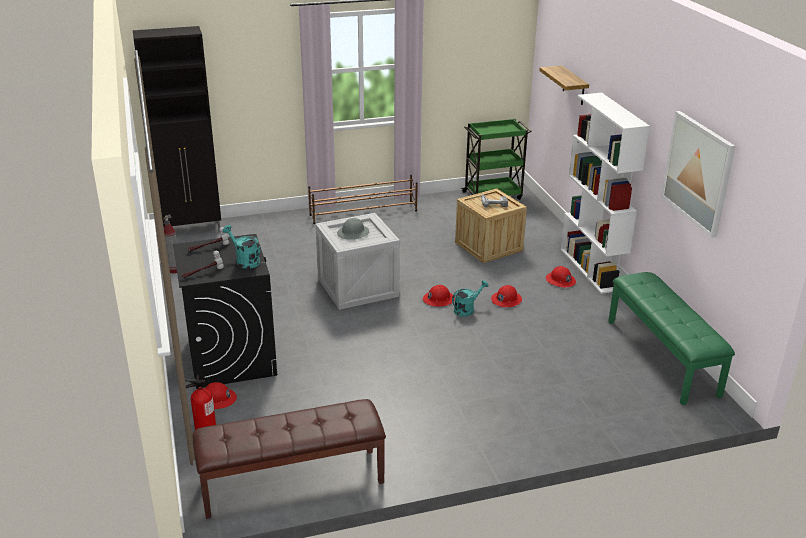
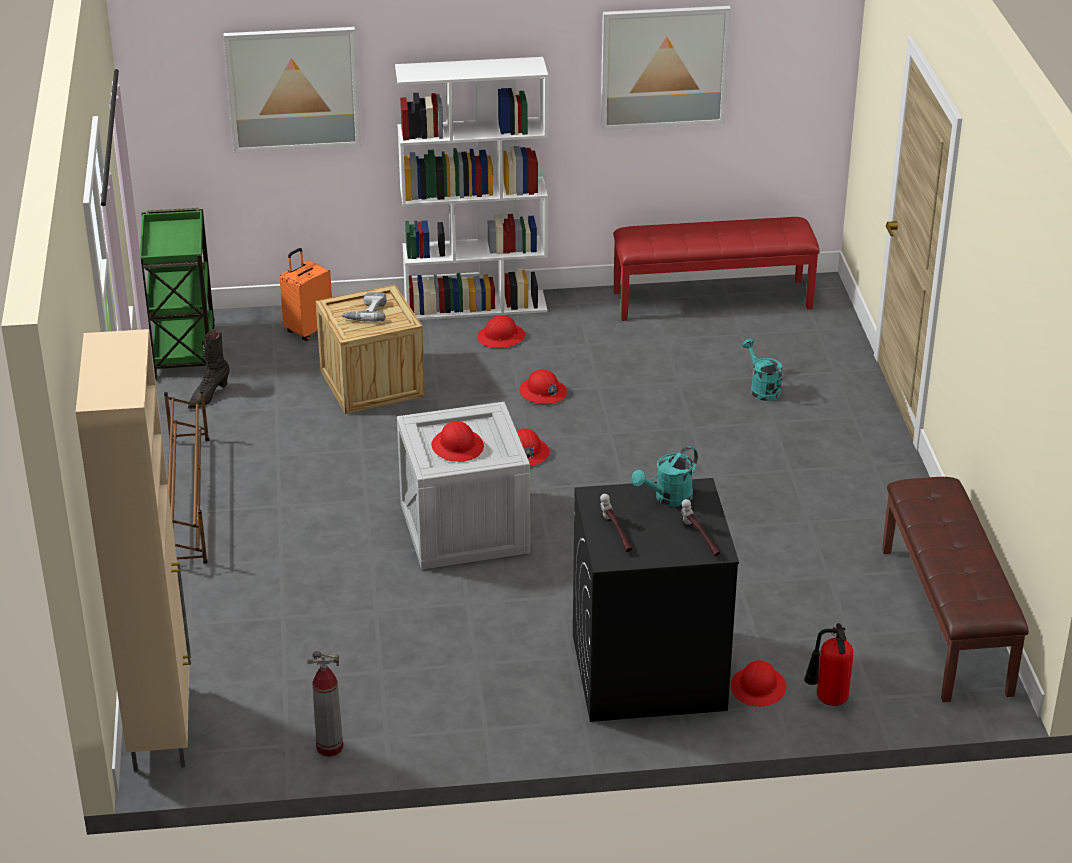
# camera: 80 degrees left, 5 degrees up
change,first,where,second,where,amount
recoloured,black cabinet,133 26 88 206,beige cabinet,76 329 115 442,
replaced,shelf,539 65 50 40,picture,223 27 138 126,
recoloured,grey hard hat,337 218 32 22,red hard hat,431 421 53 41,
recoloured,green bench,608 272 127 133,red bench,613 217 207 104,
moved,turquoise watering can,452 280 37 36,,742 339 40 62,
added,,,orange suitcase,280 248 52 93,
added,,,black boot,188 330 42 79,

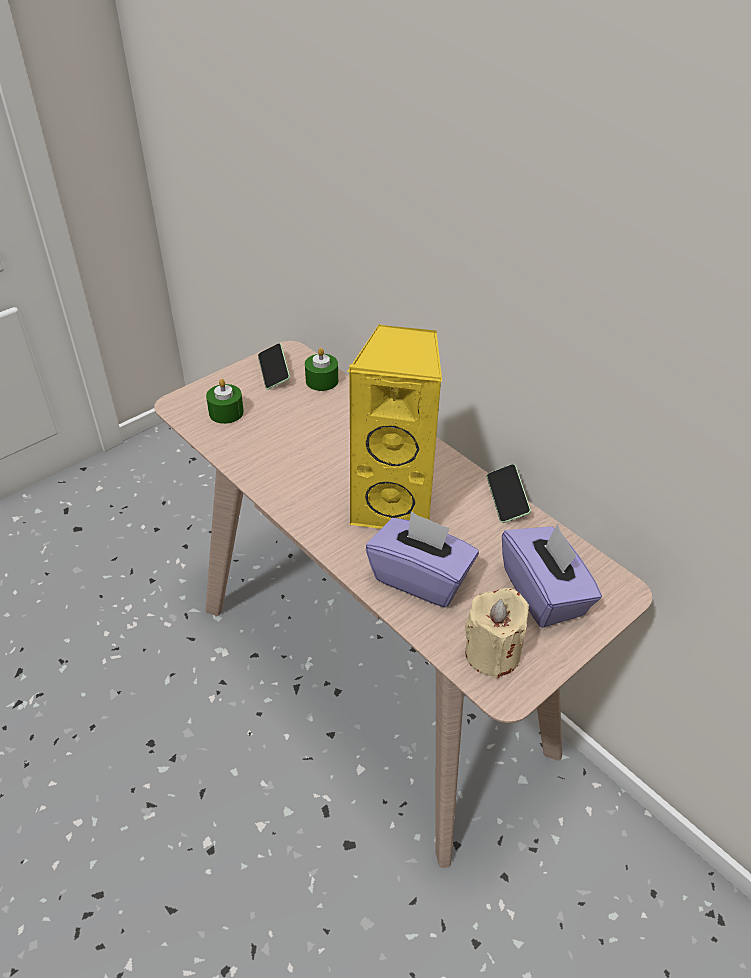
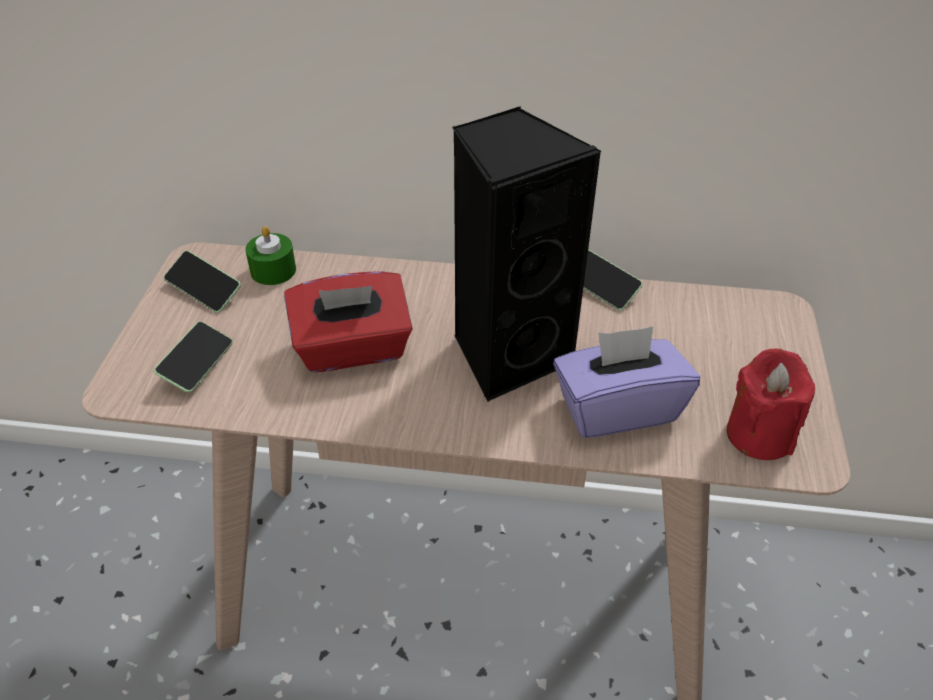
# camera: 40 degrees left, 0 degrees up
change,first,where,second,where,amount
recoloured,yellow speaker,347 324 95 205,black speaker,452 106 150 295,
replaced,green candle,206 379 38 45,phone,154 321 79 72,
removed,purple tissue box,502 524 100 104,,,
recoloured,beige candle,465 588 64 91,red candle,727 349 88 111,
added,,,red tissue box,284 271 129 102,

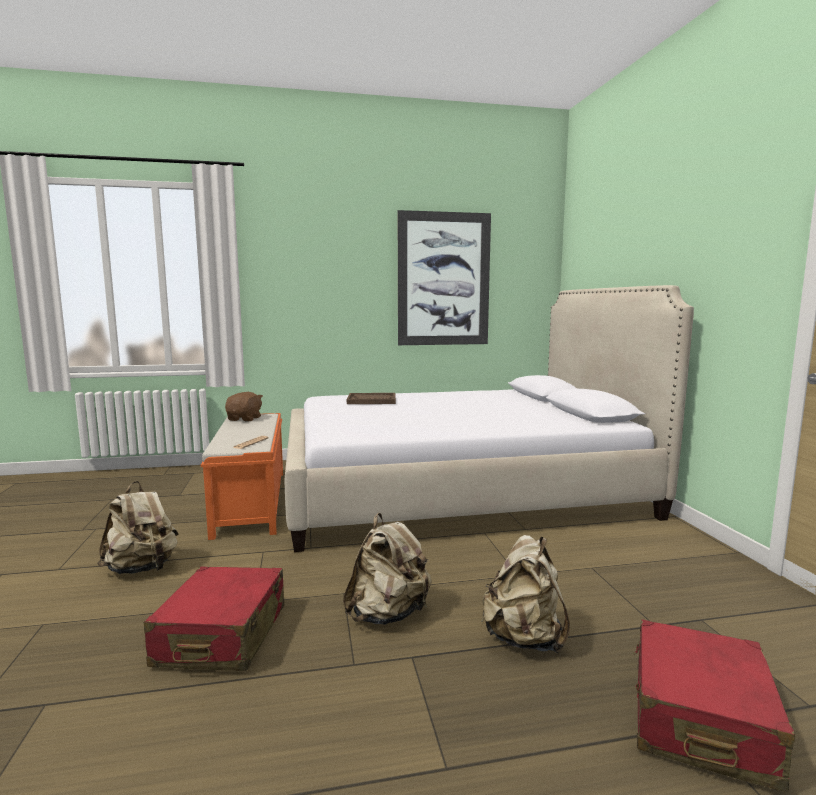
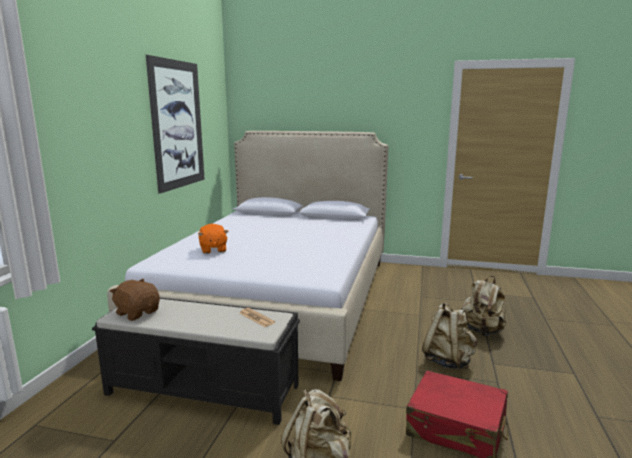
# camera: 65 degrees left, 5 degrees up
change,first,where,second,where,amount
replaced,brown tray,347 393 49 11,orange plush toy,198 224 30 30,
recoloured,orange bench,201 413 82 127,black bench,92 298 208 127,
removed,red suitcase,634 619 161 174,,,

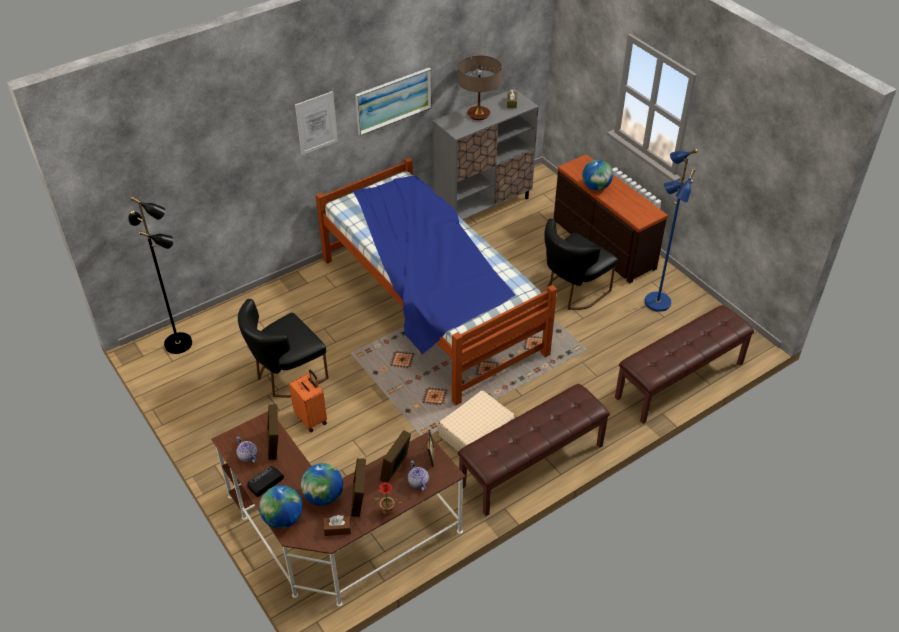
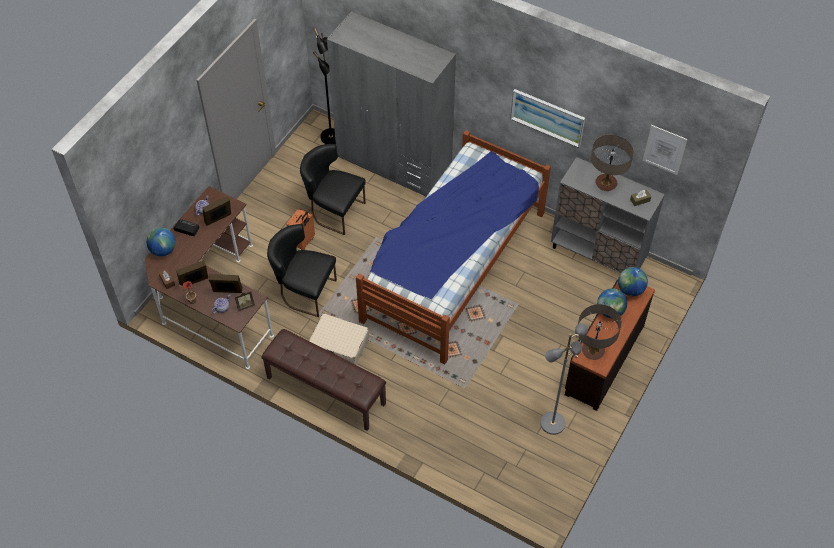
# camera: 65 degrees right, 10 degrees up
change,first,where,second,where,amount
moved,picture,295 91 43 64,,643 125 44 50,
recoloured,blue floor lamp,645 149 53 163,grey floor lamp,540 323 48 112,
moved,black chair,544 219 74 91,,267 224 70 93,
removed,brown bench,615 305 139 119,,,
moved,globe,301 463 42 43,,618 267 30 29,
added,,,grey wardrobe,327 11 129 185,
added,,,table lamp,578 304 44 56,

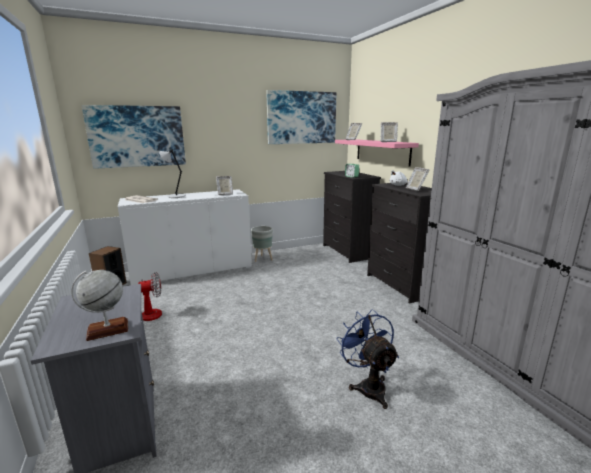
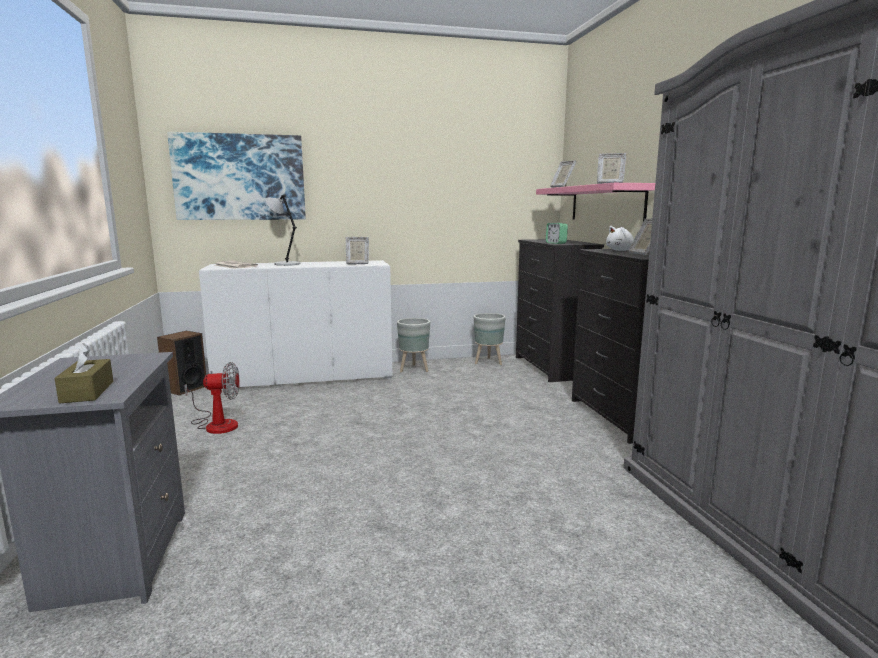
# camera: 10 degrees right, 5 degrees down
change,first,where,second,where,amount
removed,picture,266 90 70 54,,,
replaced,globe,71 270 57 71,brown tissue box,54 343 60 60,
removed,blue fan,336 309 63 100,,,
added,,,grey planter,474 313 32 52,

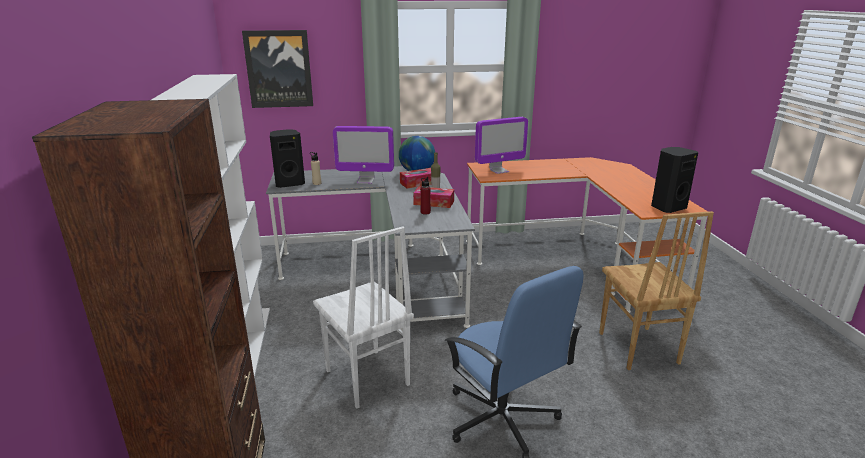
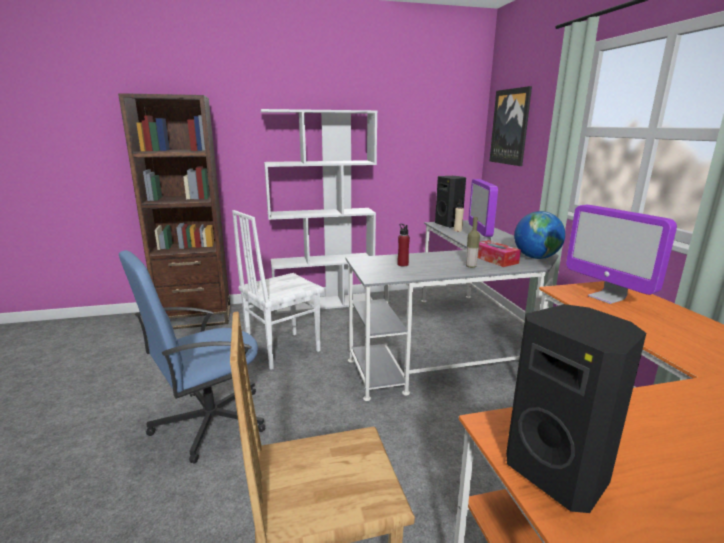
# camera: 85 degrees right, 5 degrees down
change,first,where,second,where,amount
removed,tissue box,413 186 41 22,,,

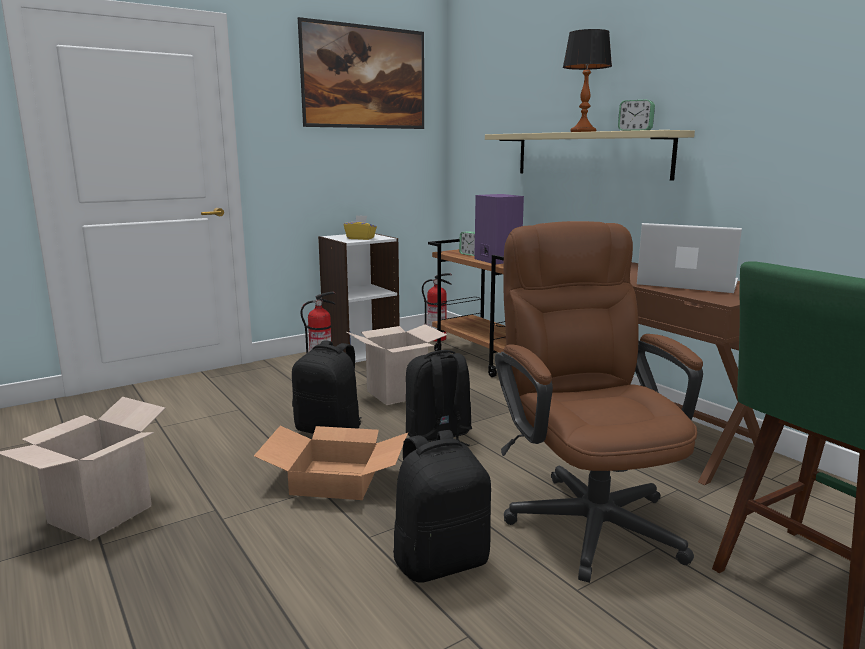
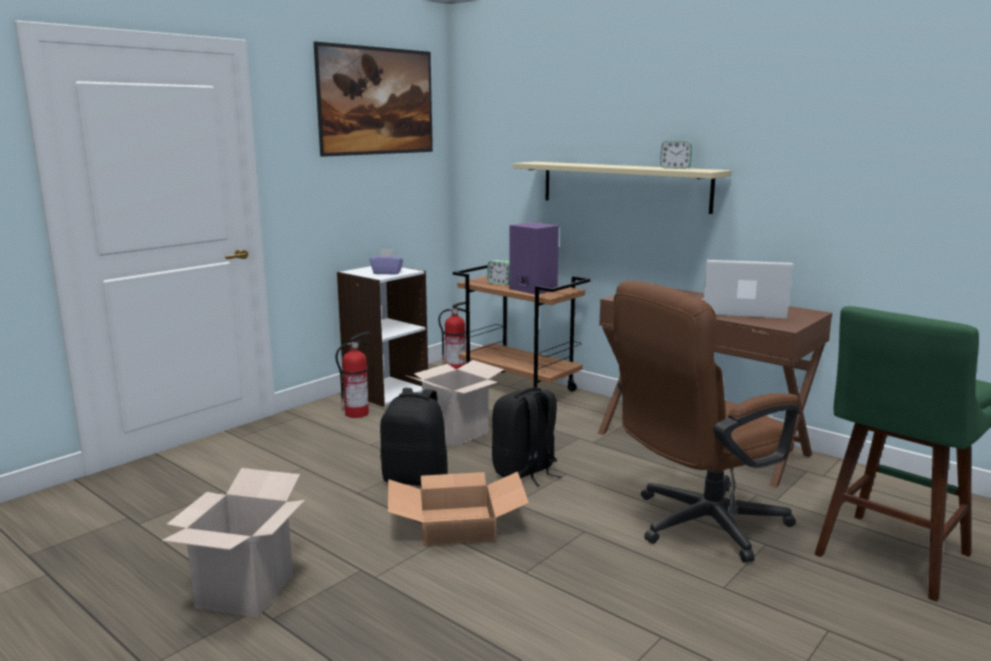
# camera: 15 degrees left, 0 degrees up
change,first,where,second,where,amount
removed,table lamp,563 29 49 103,,,
recoloured,yellow tissue box,344 215 33 25,purple tissue box,370 249 33 26,
turned,brown office chair,495 221 208 362,,613 280 185 283,90 degrees counterclockwise
removed,black backpack,393 430 98 153,,,

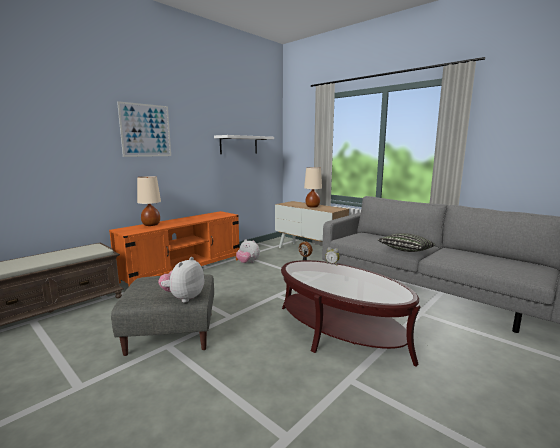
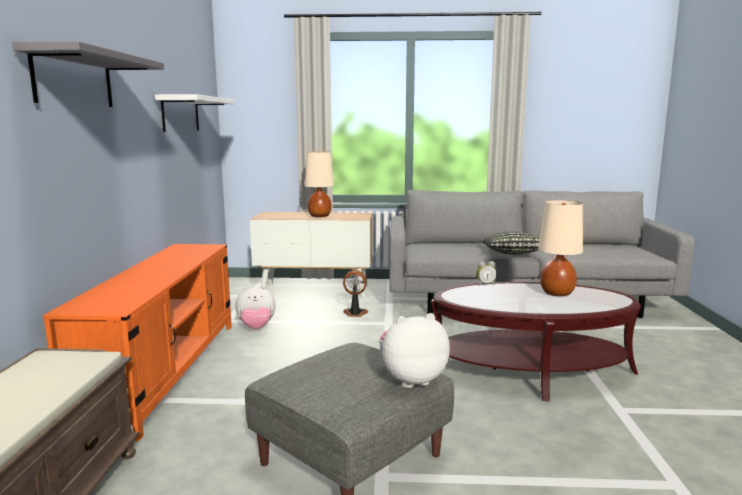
# camera: 40 degrees left, 0 degrees up
change,first,where,second,where,amount
replaced,picture,117 101 54 56,grey shelf,12 41 152 66,
moved,beige table lamp,137 176 24 50,,538 200 45 96,
turned,plush toy,158 257 46 46,,379 313 71 75,90 degrees clockwise

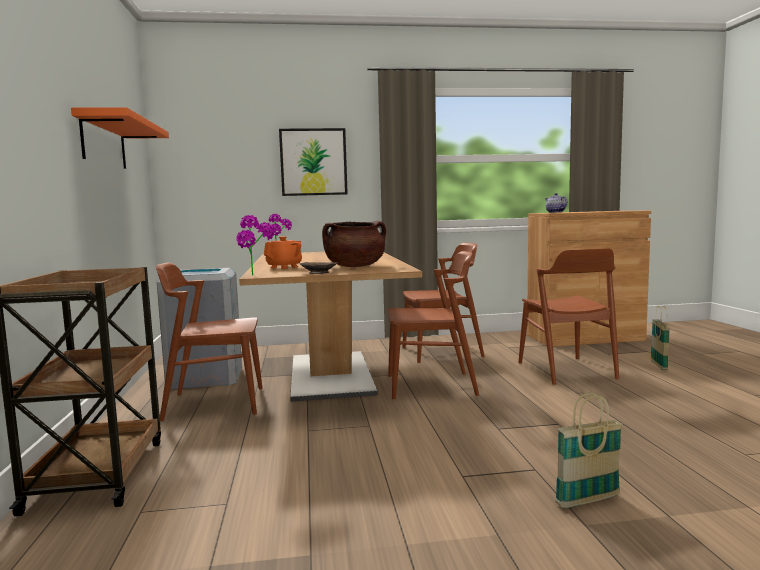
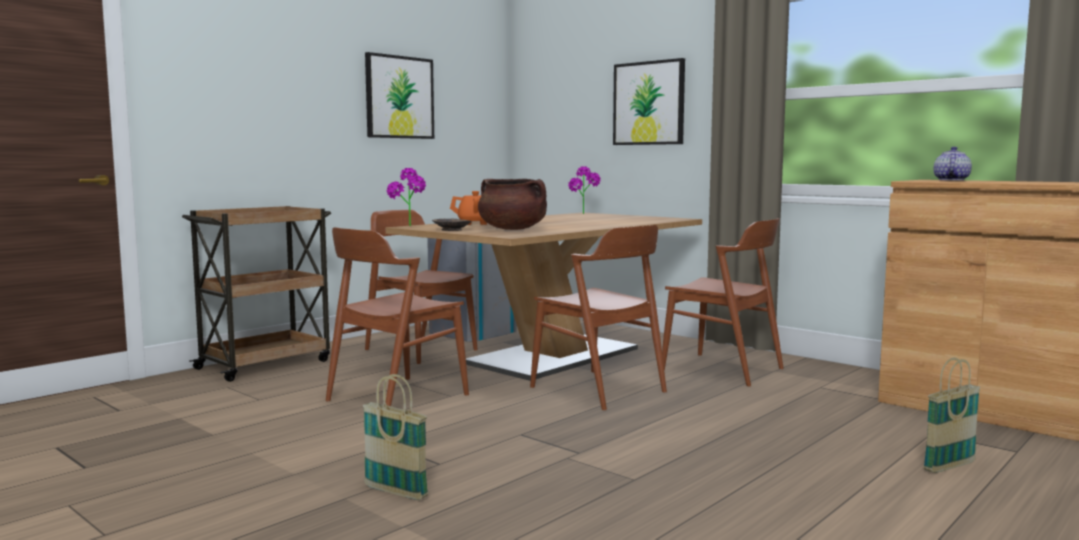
# camera: 50 degrees right, 0 degrees up
change,first,where,second,where,amount
replaced,orange shelf,71 107 98 62,picture,365 52 69 87,
moved,brown chair,519 248 100 137,,326 227 143 179,

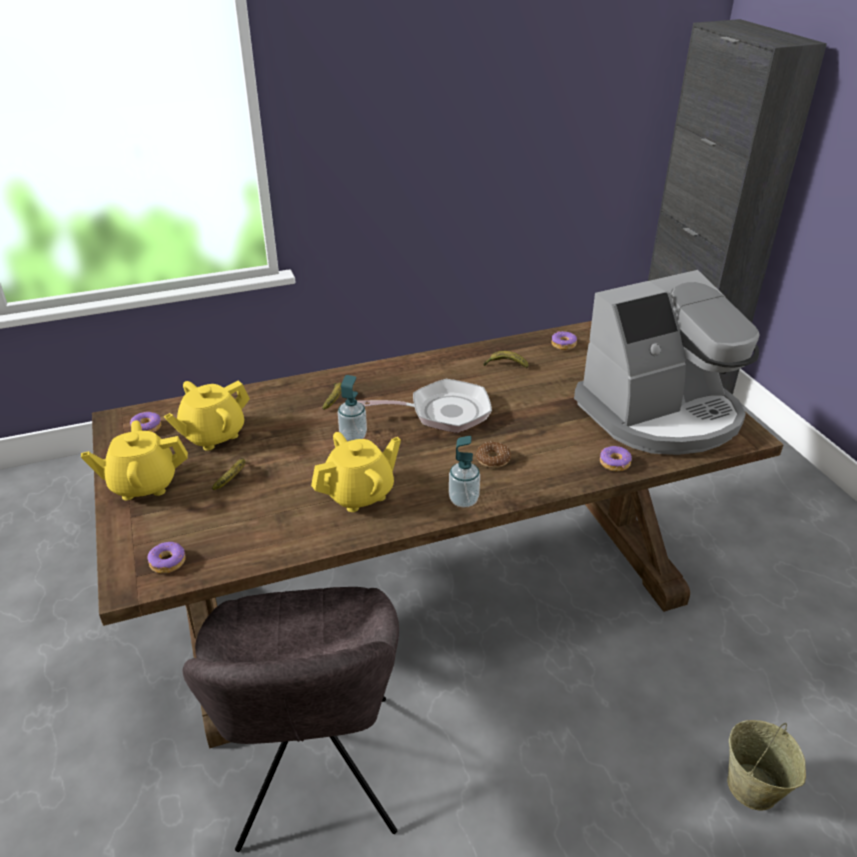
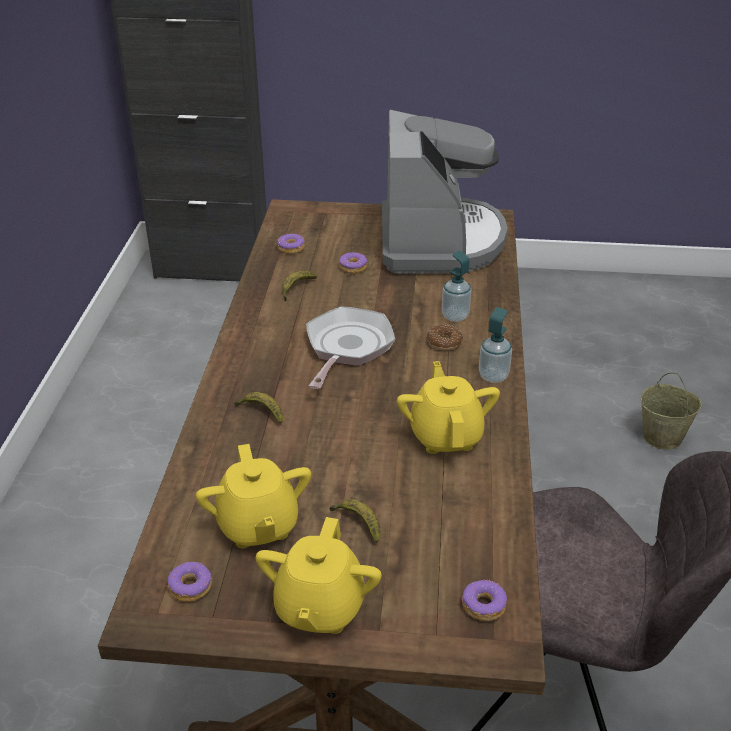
# camera: 65 degrees left, 0 degrees up
change,first,where,second,where,amount
moved,soap dispenser,338 375 29 66,,441 251 30 71,
moved,donut,600 446 32 26,,339 252 29 21,

